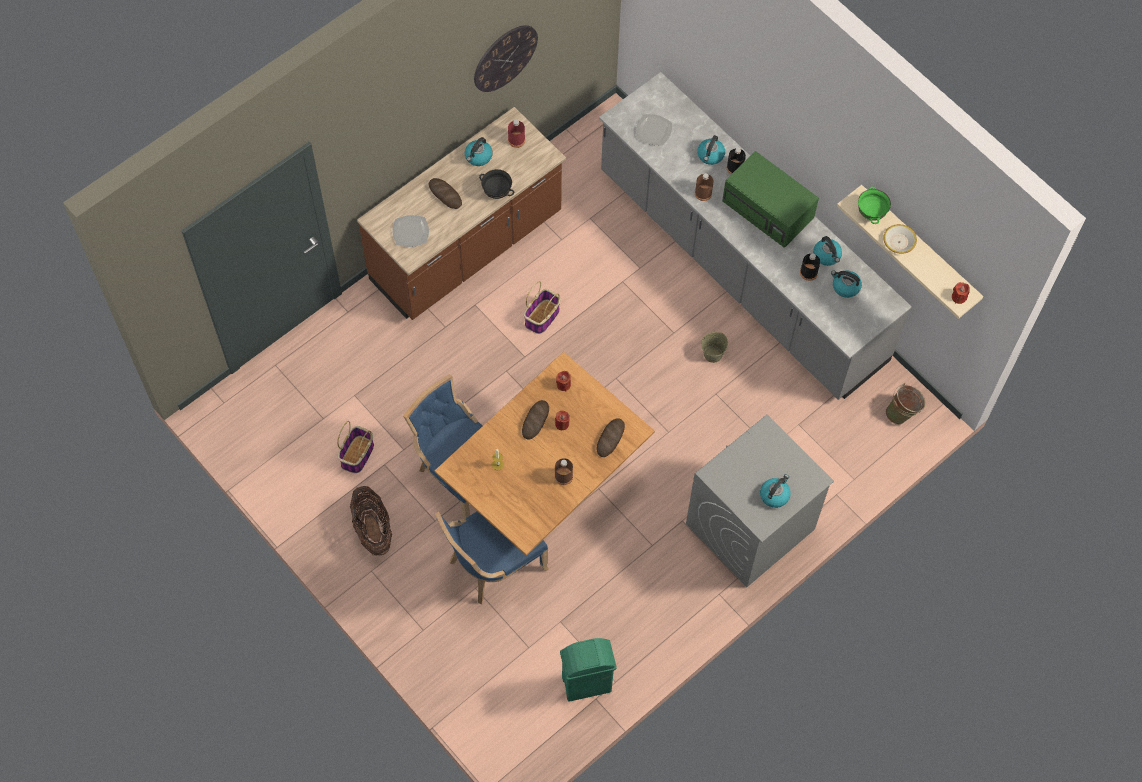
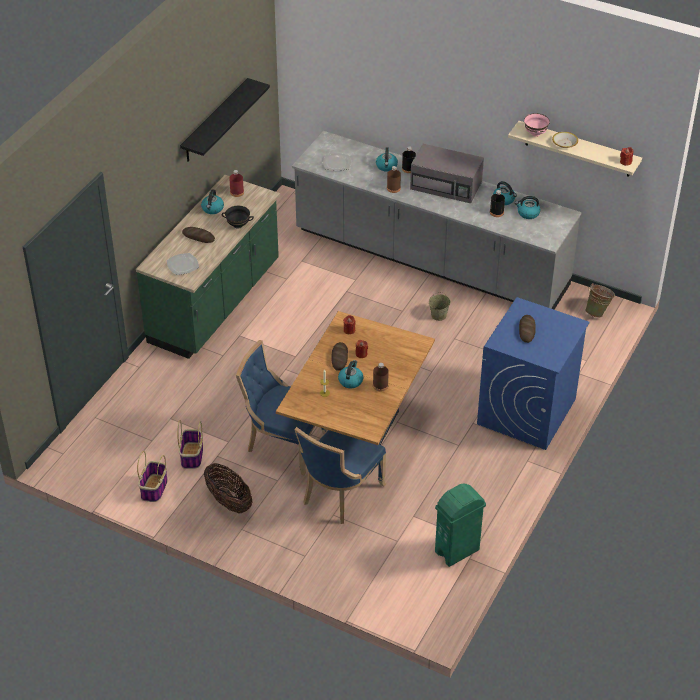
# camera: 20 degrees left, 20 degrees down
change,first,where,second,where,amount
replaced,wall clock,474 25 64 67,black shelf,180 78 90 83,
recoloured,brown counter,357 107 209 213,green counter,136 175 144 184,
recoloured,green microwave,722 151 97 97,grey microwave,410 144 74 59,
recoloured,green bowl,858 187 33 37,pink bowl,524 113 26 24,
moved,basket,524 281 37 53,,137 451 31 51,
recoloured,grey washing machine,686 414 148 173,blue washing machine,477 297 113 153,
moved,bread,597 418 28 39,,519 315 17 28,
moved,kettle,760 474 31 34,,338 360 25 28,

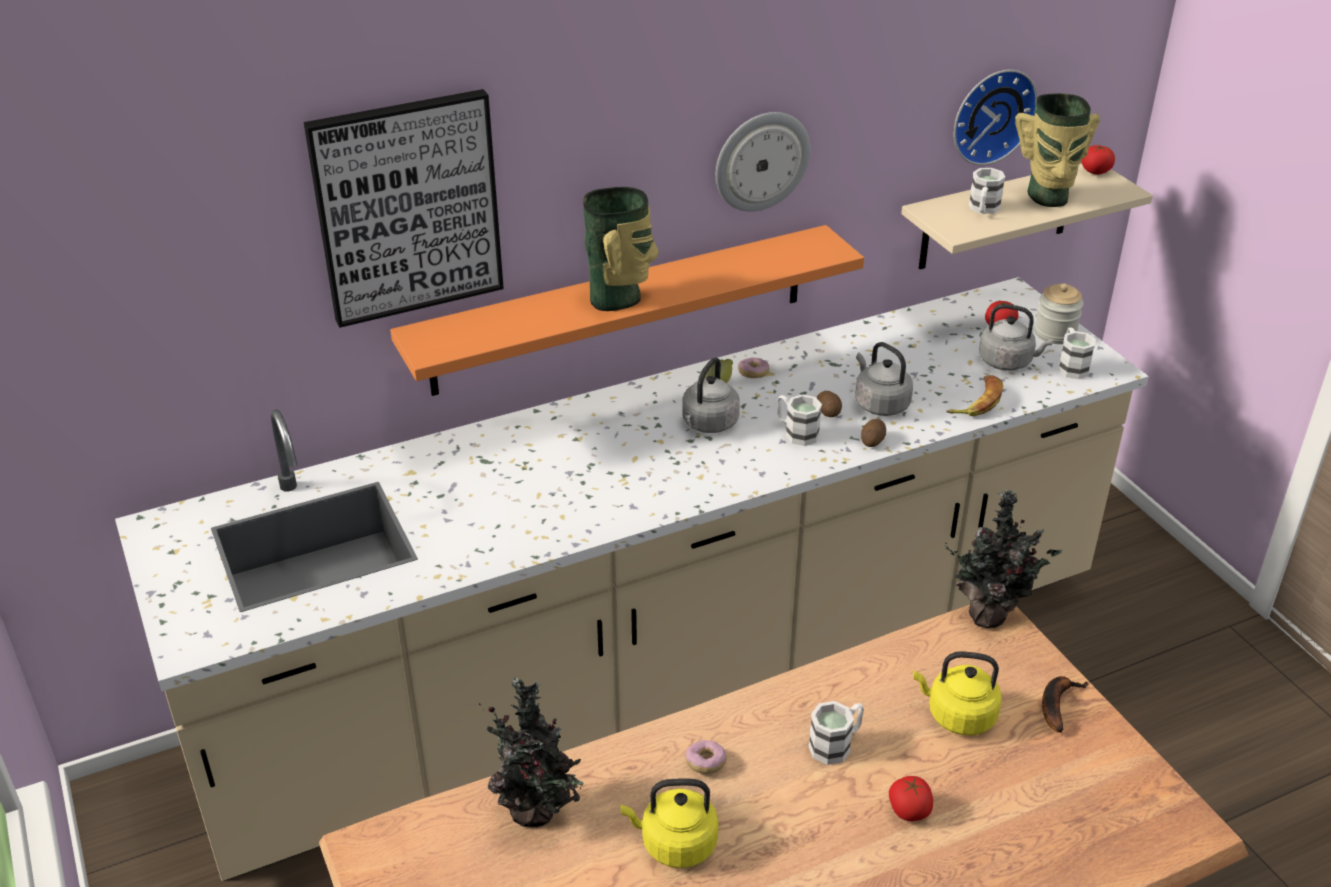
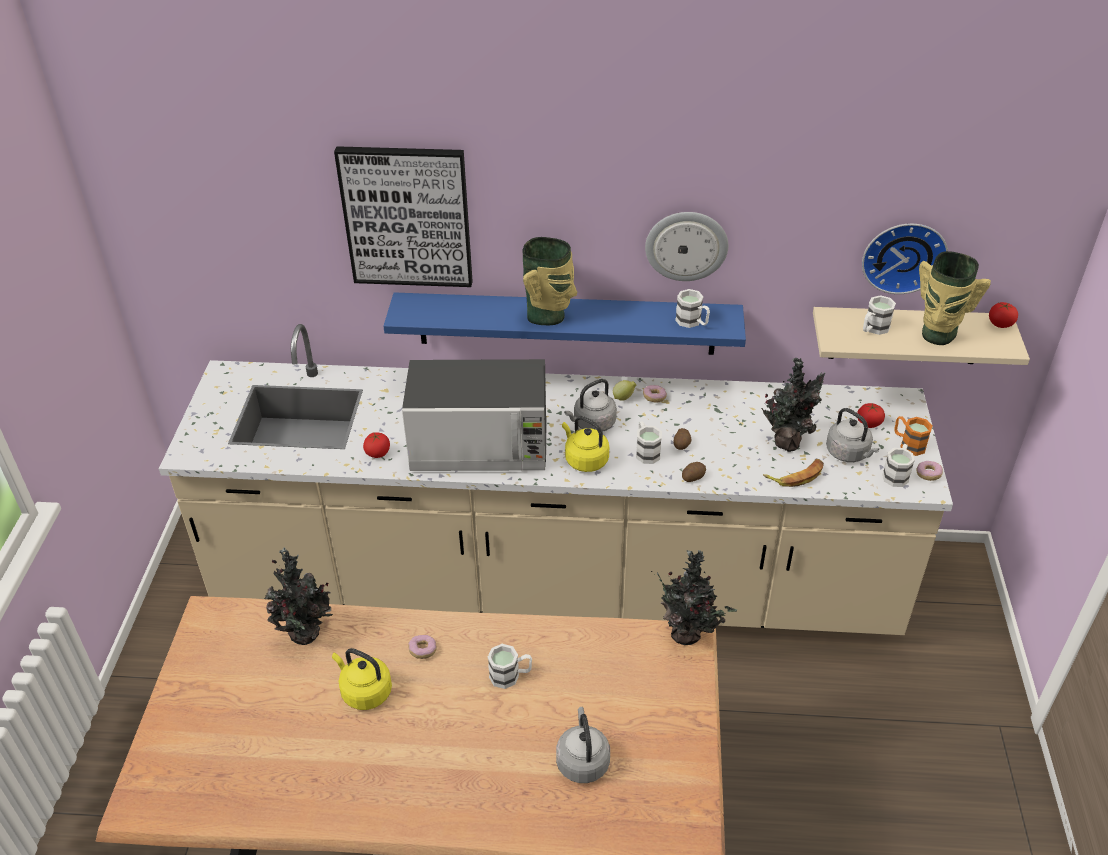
# camera: 30 degrees right, 5 degrees up
change,first,where,second,where,amount
recoloured,orange shelf,390 225 474 171,blue shelf,383 292 363 63,
replaced,jar,1035 283 48 61,orange mug,894 416 38 40,
moved,grey kettle,855 342 58 74,,556 707 54 76,
moved,yellow kettle,913 651 89 84,,562 416 47 56,
removed,banana,1042 676 47 57,,,
moved,tomato,889 776 44 45,,363 433 27 25,
added,,,white mug,675 289 35 39,
added,,,potted plant,761 358 64 94,
added,,,microwave,402 359 145 112,
added,,,donut,916 461 27 20,

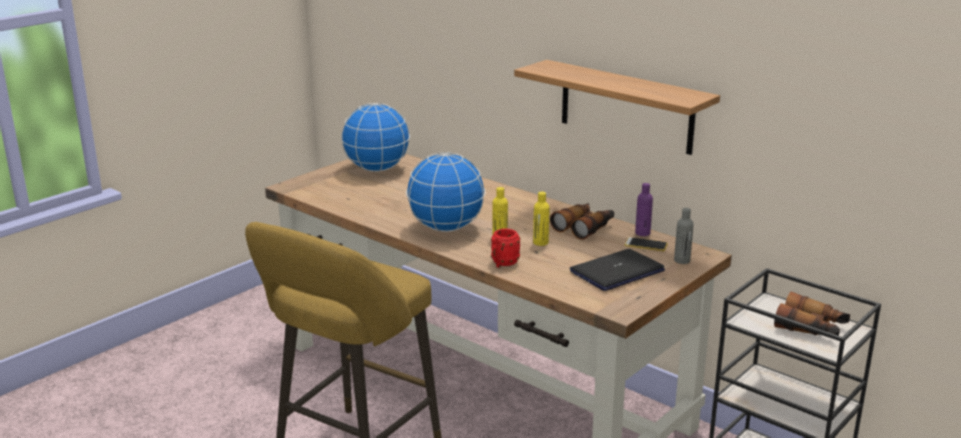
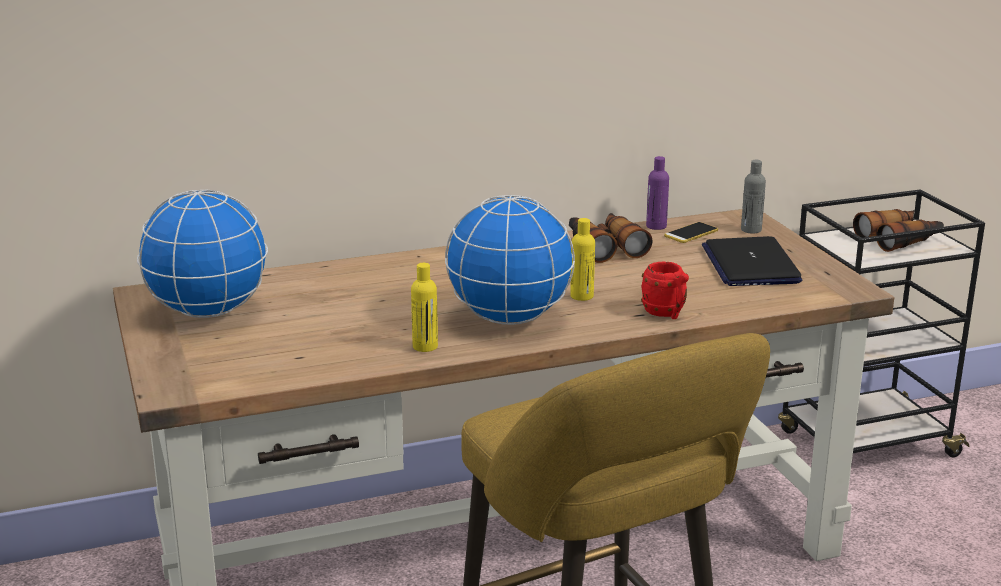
# camera: 60 degrees left, 0 degrees up
change,first,where,second,where,amount
removed,shelf,514 60 206 95,,,
moved,yellow bottle,533 191 17 55,,411 263 27 89,

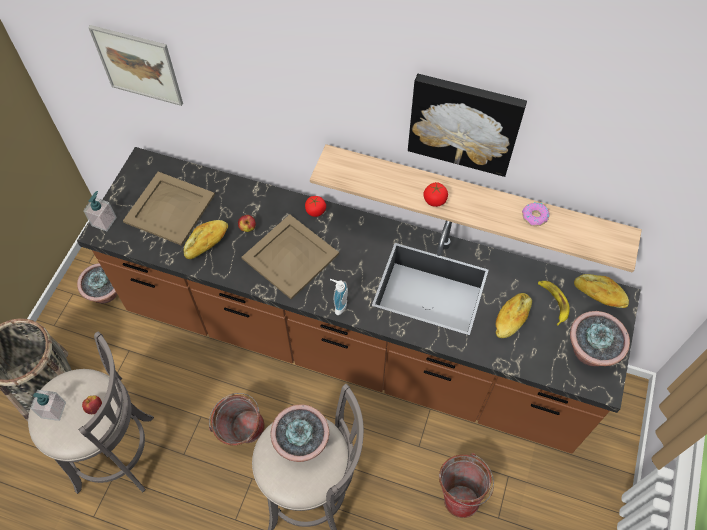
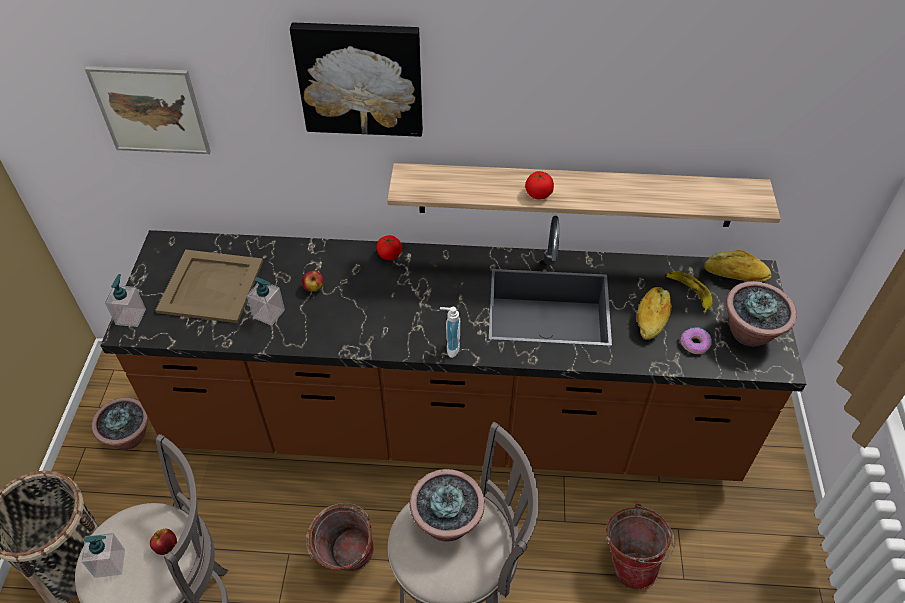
# camera: 15 degrees left, 10 degrees down
change,first,where,second,where,amount
moved,picture,408 74 119 103,,290 23 133 114,
moved,donut,522 202 28 25,,680 327 32 27,
removed,beige tray,242 214 97 85,,,
replaced,bread,184 220 44 39,soap dispenser,247 277 38 49,

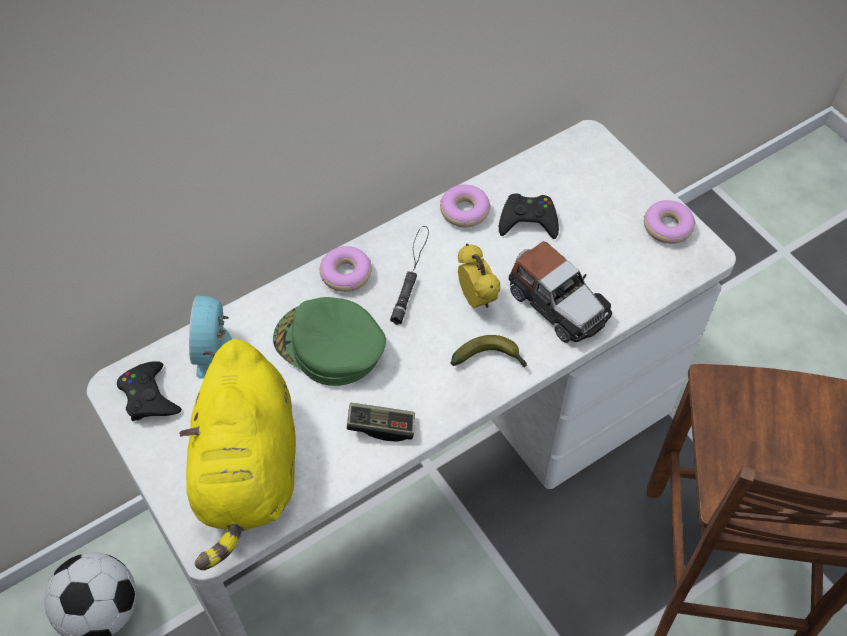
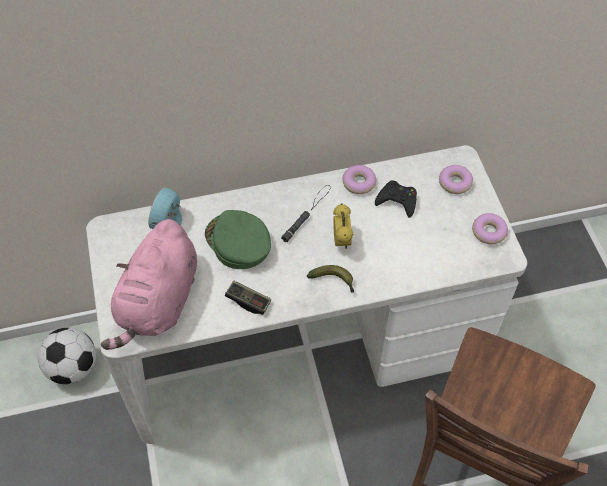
# camera: 20 degrees right, 0 degrees up
change,first,where,second,where,amount
removed,toy car,509 241 103 102,,,
moved,donut,320 246 52 46,,439 165 34 29,
recoloured,yellow plush toy,179 339 117 231,pink plush toy,101 219 96 131,
removed,black game controller,117 361 65 60,,,

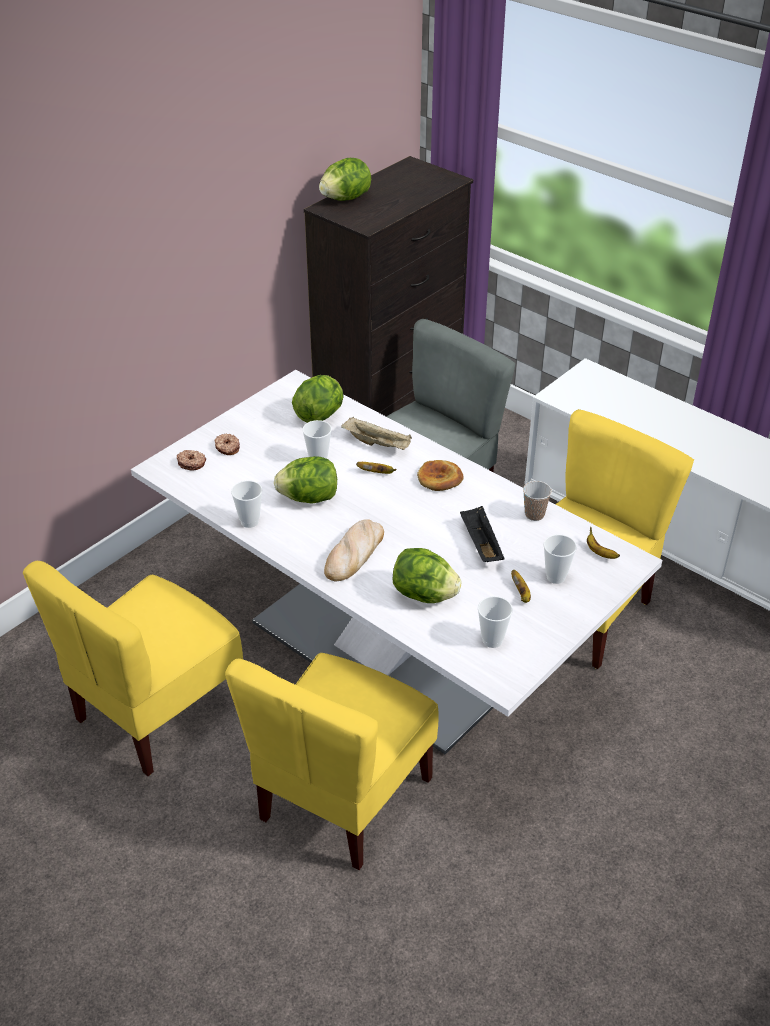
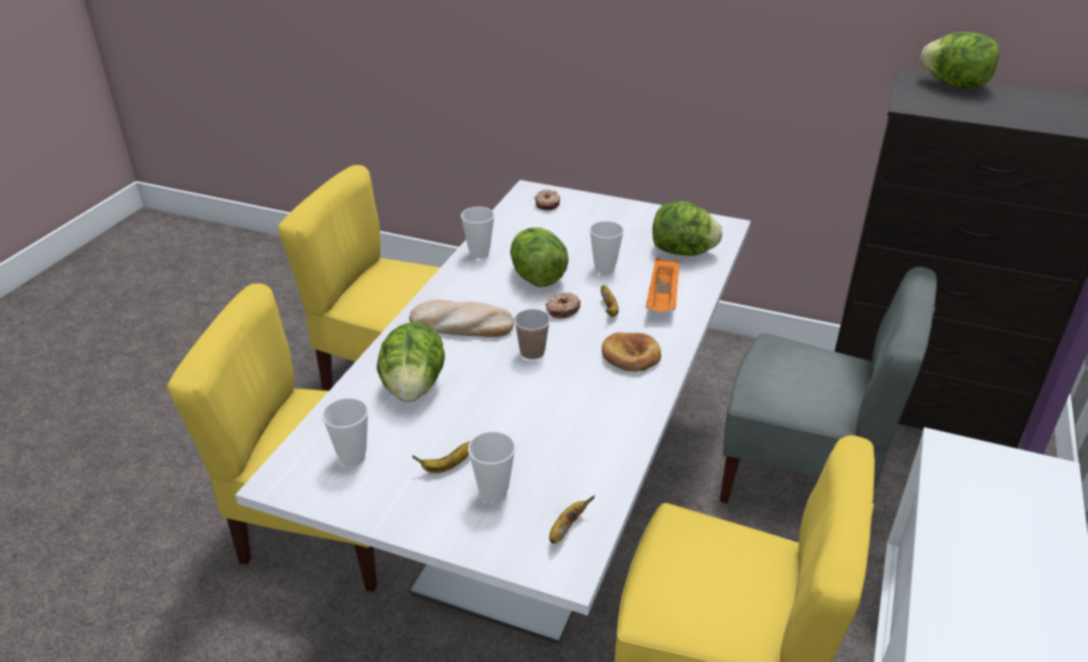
# camera: 70 degrees right, 5 degrees down
change,first,where,second,where,amount
recoloured,beige tray,341 417 71 33,orange tray,646 257 34 54,
moved,donut,215 434 25 21,,546 292 35 27,
moved,cup,523 481 29 40,,514 309 36 51,
removed,black tray,460 506 44 56,,,

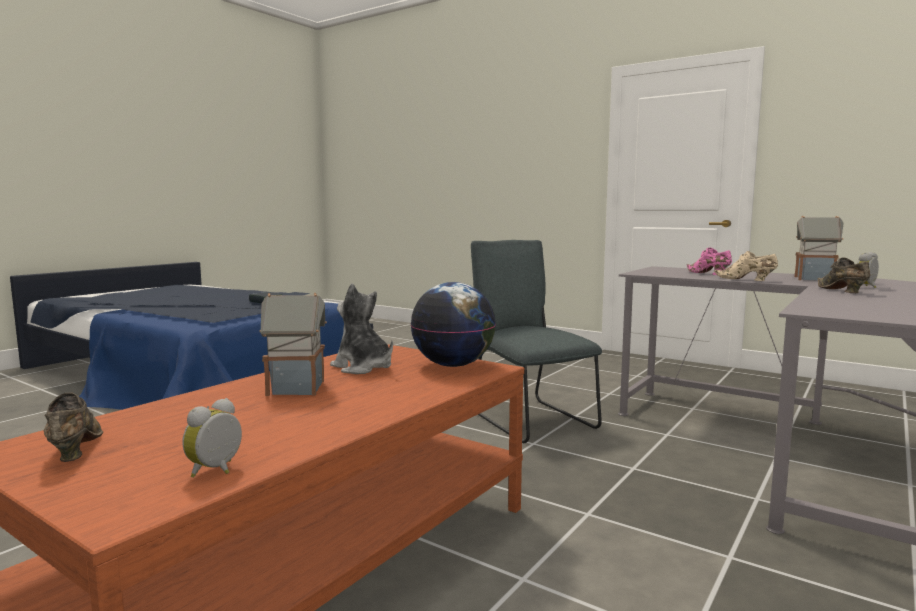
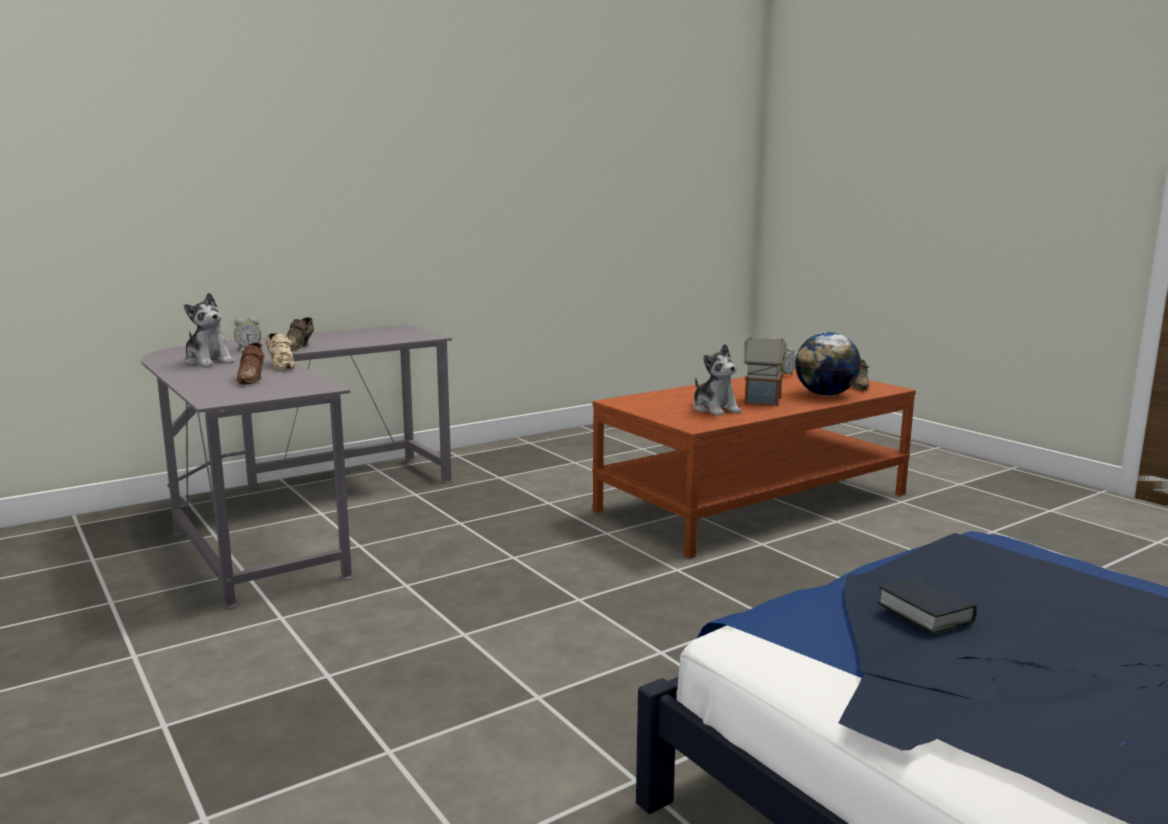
# camera: 160 degrees left, 5 degrees up
change,first,where,second,where,amount
replaced,toy house,794 216 50 64,plush toy,184 293 51 74,
removed,grey chair,471 240 131 203,,,
recoloured,pink shoe,687 247 45 28,brown shoe,236 342 29 42,
moved,globe,411 282 85 85,,795 332 66 64,

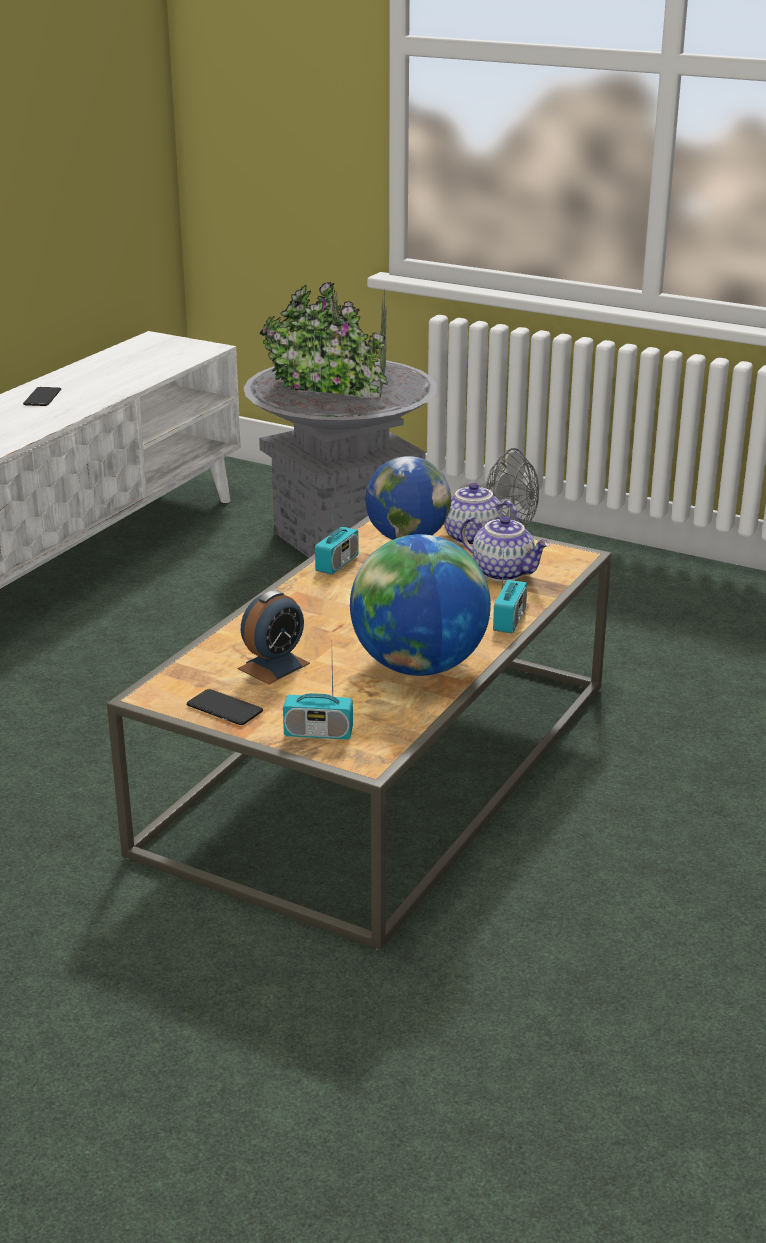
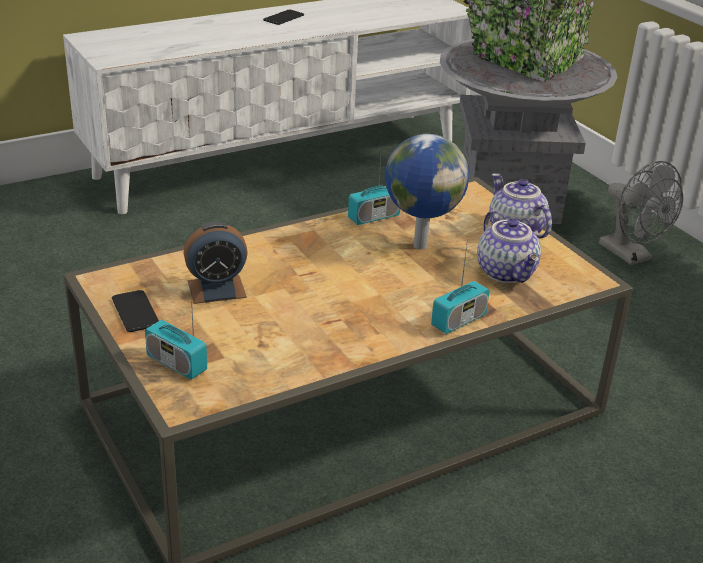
# camera: 30 degrees right, 5 degrees up
change,first,where,second,where,amount
removed,globe,350 534 141 142,,,

